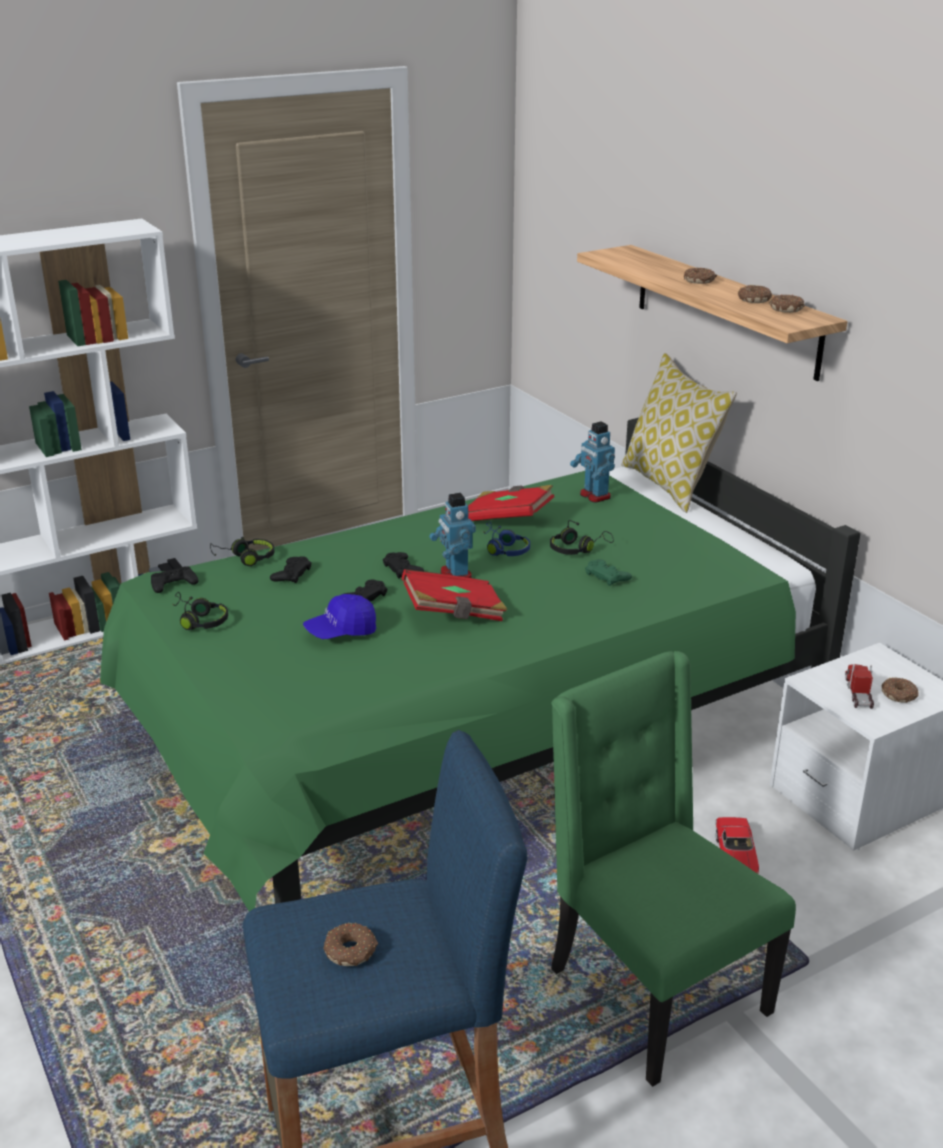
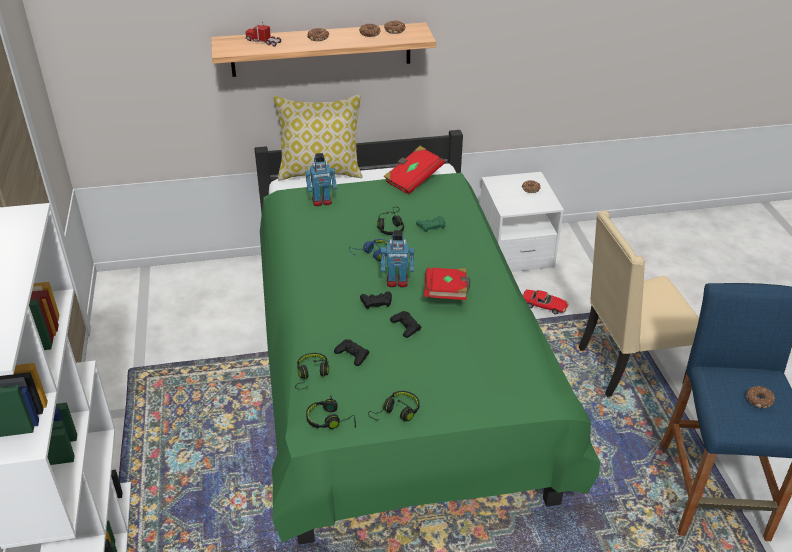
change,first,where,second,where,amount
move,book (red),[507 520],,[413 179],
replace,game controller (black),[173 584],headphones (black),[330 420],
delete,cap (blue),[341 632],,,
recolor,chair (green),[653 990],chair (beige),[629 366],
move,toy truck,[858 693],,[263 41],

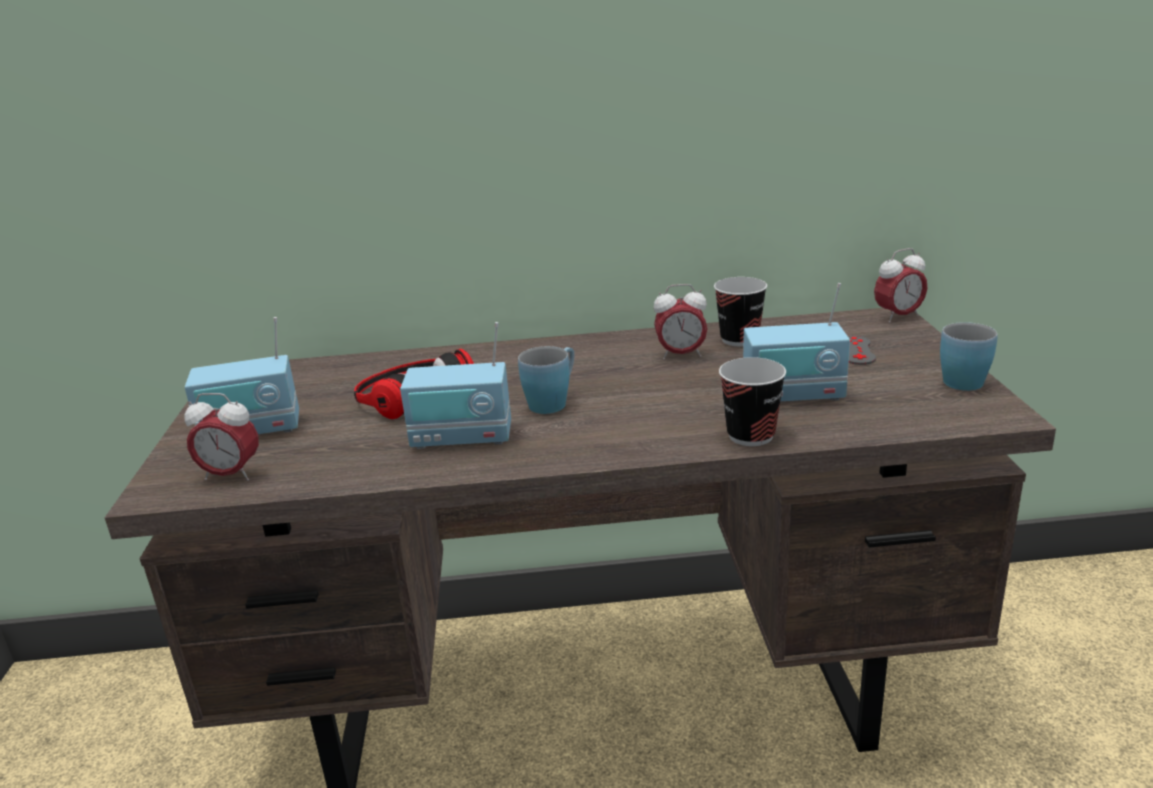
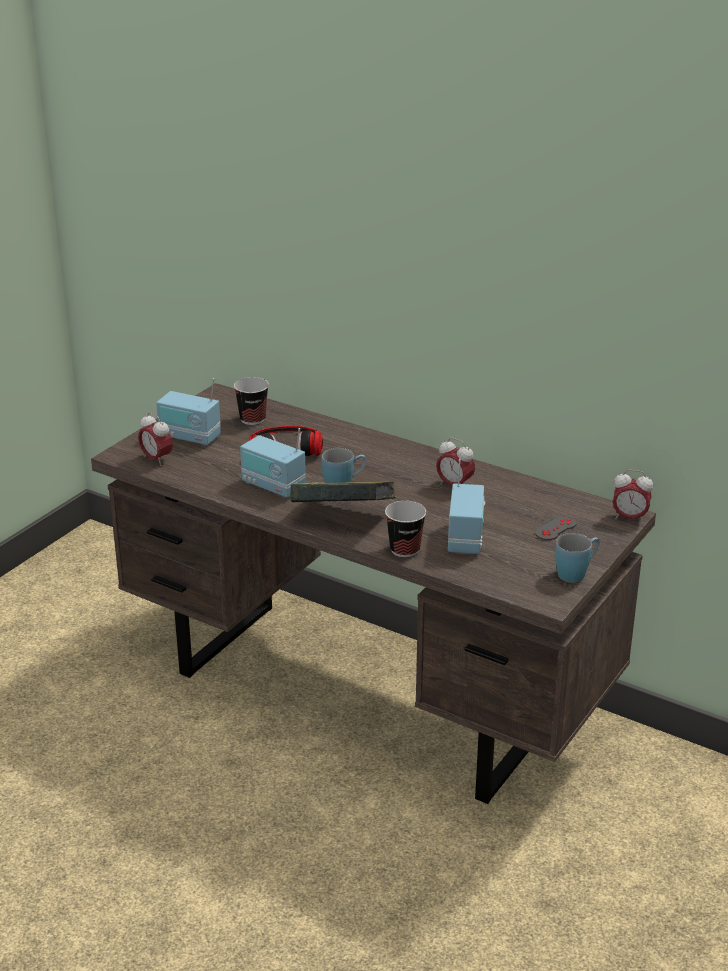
change,first,where,second,where,amount
move,cup,[739 339],,[252 419],
rotate,radio,[793 396],,[466 539],120 degrees counterclockwise
insert,,,book,[343 517],

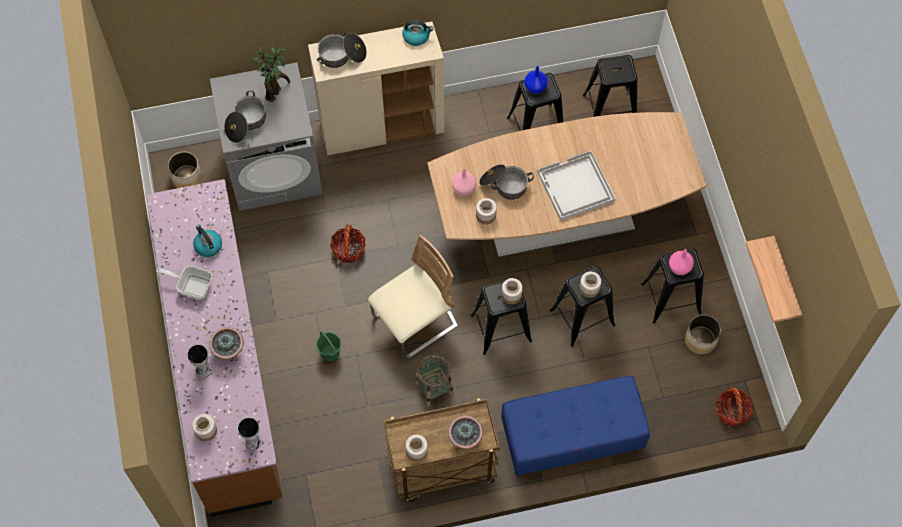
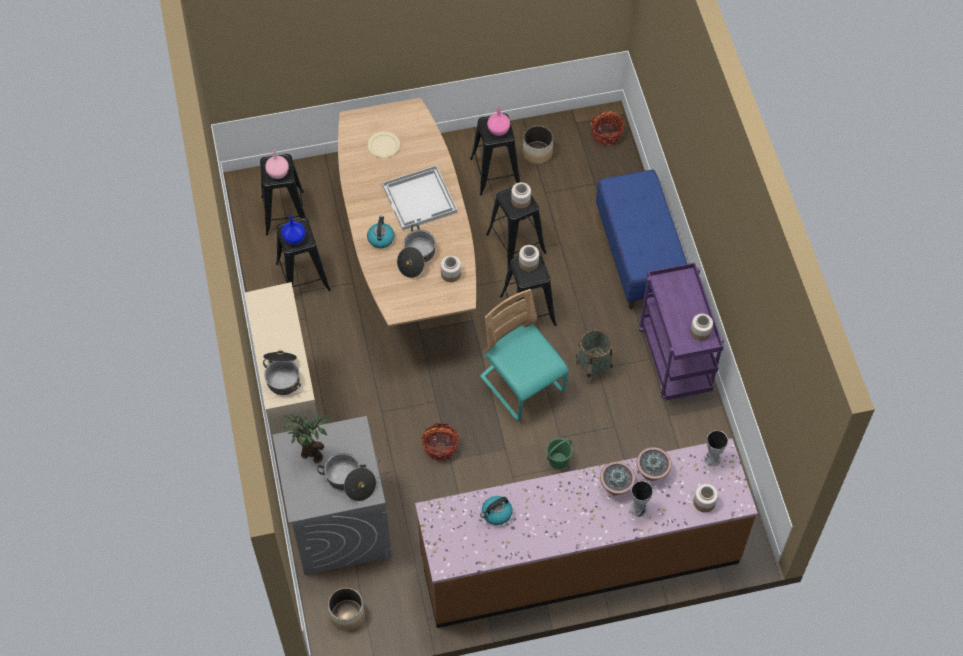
change,first,where,second,where,amount
move,kettle,[416 36],,[380 238],
move,vase (pink),[463 188],,[277 173],
recolor,chair (beige),[415 322],chair (turquoise),[522 385],
delete,shelf,[784 281],,,
delete,frying pan,[191 285],,,
recolor,cart (brown),[441 470],cart (purple),[675 361],
move,potted plant,[465 438],,[652 472],
insert,,,plate (beige),[383 145],

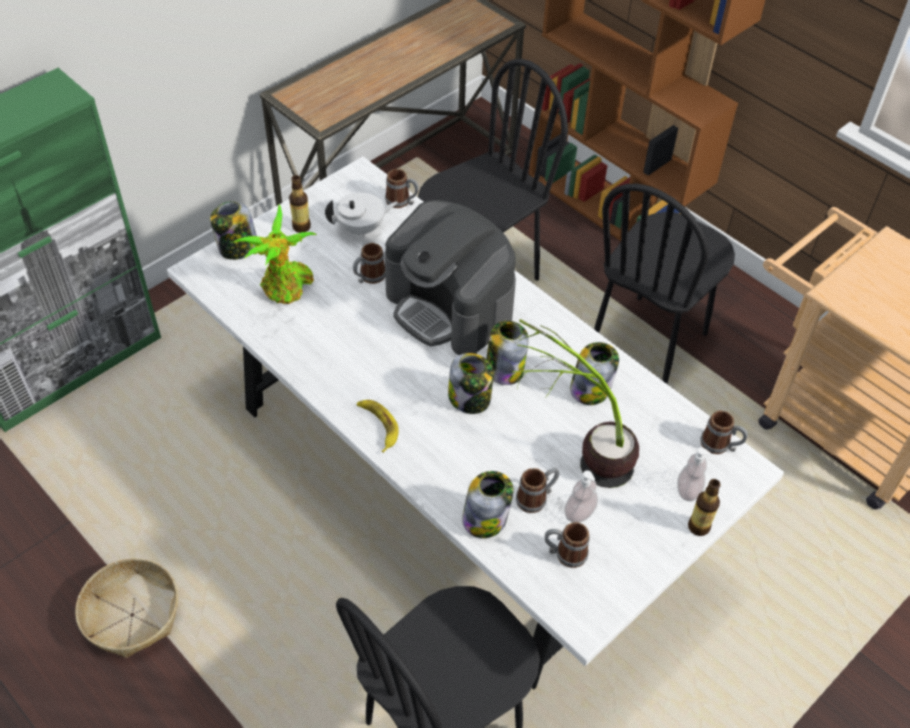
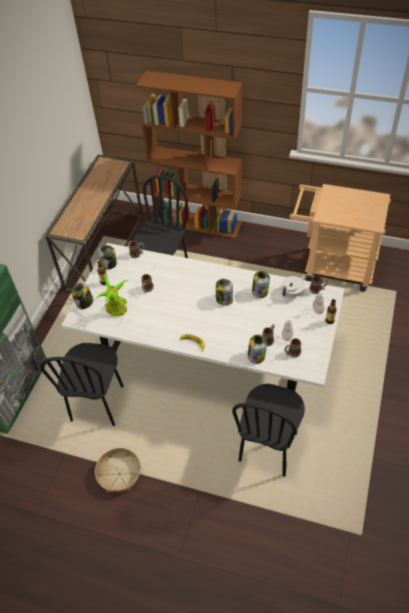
change,first,where,second,where,amount
move,chair (black),[649 340],,[98 403],
move,teapot (white),[361 228],,[292 292],
delete,coffee machine,[450 307],,,
delete,potted plant,[575 456],,,
move,jar,[470 398],,[108 264],

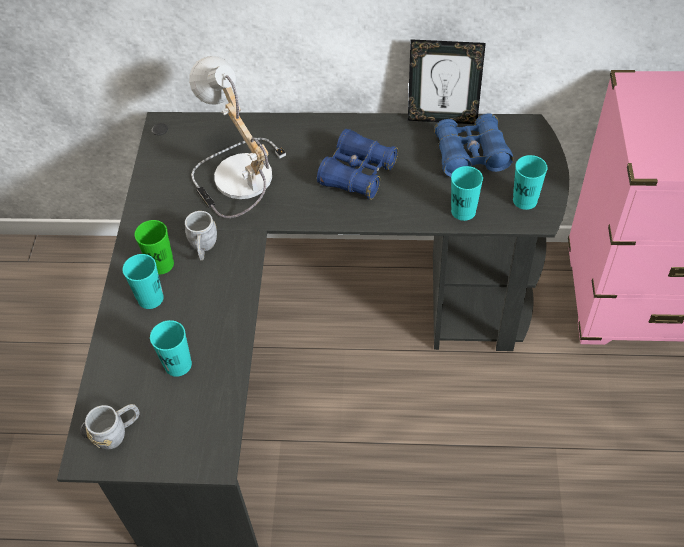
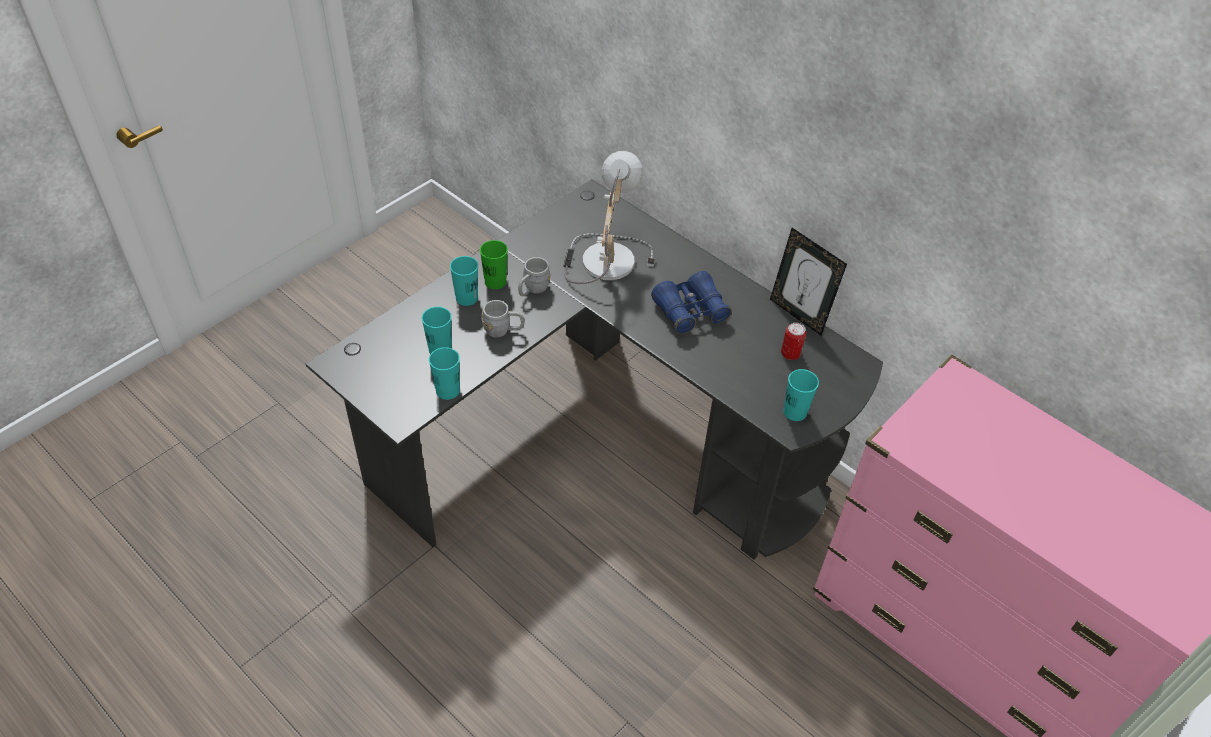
change,first,where,second,where,amount
replace,binoculars (blue),[471 155],can,[790 354],
move,cup (turquoise),[463 211],,[447 390],
move,mug (grey),[118 432],,[503 330],

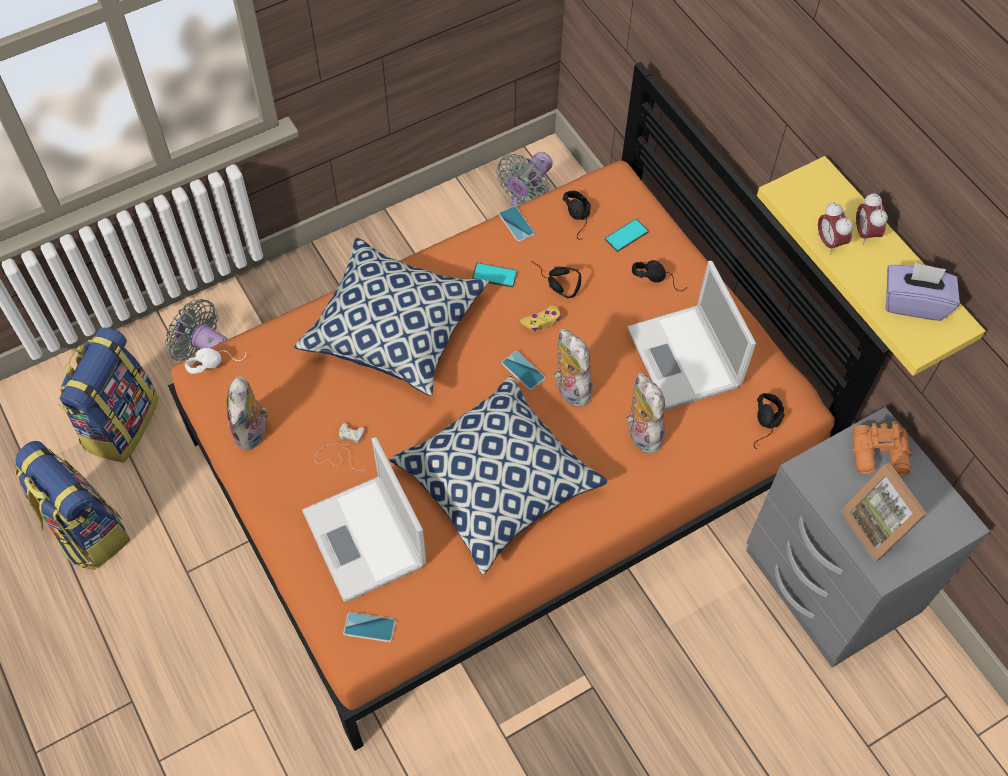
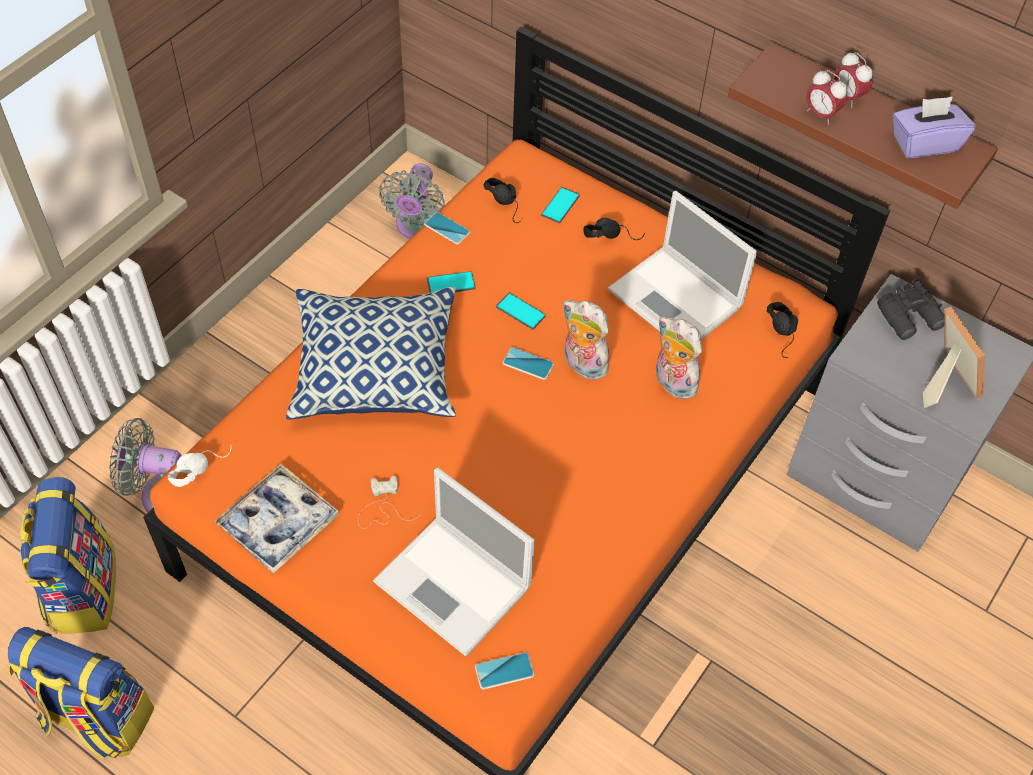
change,first,where,second,where,amount
recolor,shelf (yellow),[890 263],shelf (brown),[871 123],
delete,headphones (black),[553 283],,,
replace,game controller (yellow),[541 321],phone,[520 311],
replace,plush toy,[253 433],tray,[278 524],
delete,pillow,[497 484],,,
recolor,binoculars (orange),[880 456],binoculars (black),[911 318],
rotate,picture frame,[878 526],,[944 381],150 degrees counterclockwise

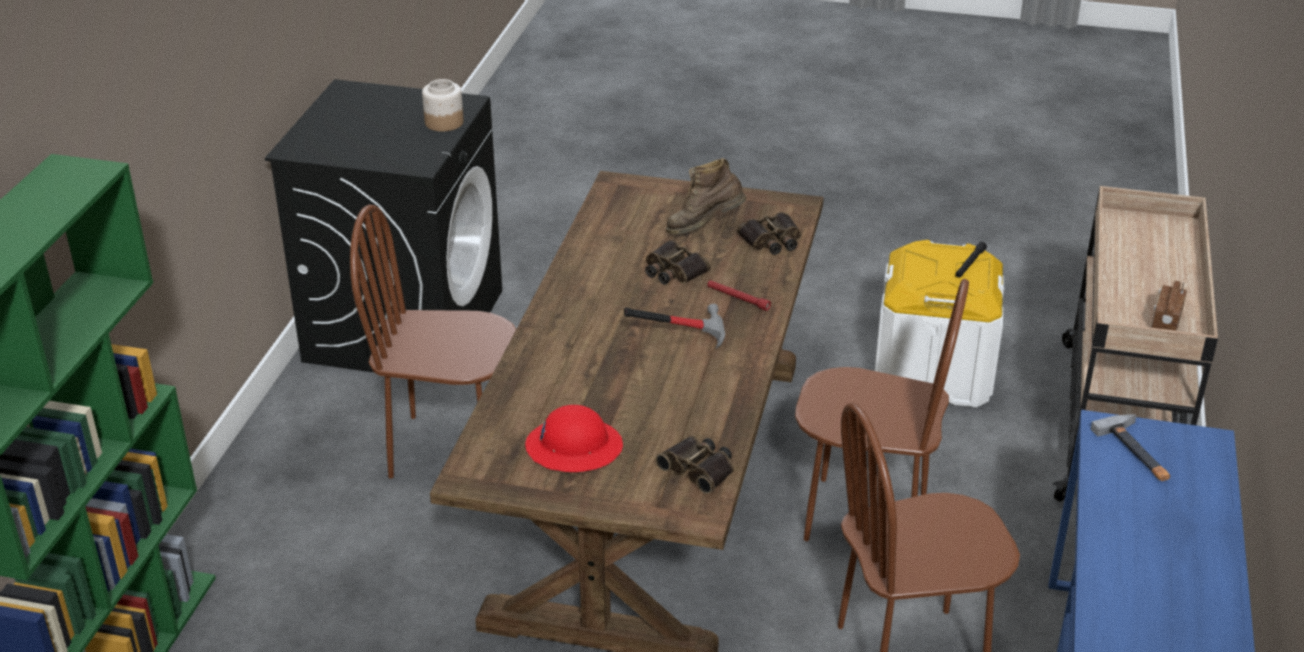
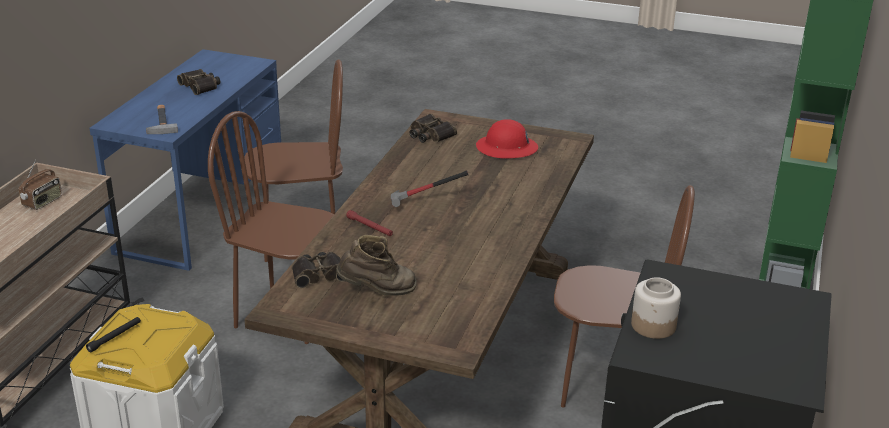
change,first,where,second,where,amount
move,binoculars,[673 270],,[201 86],

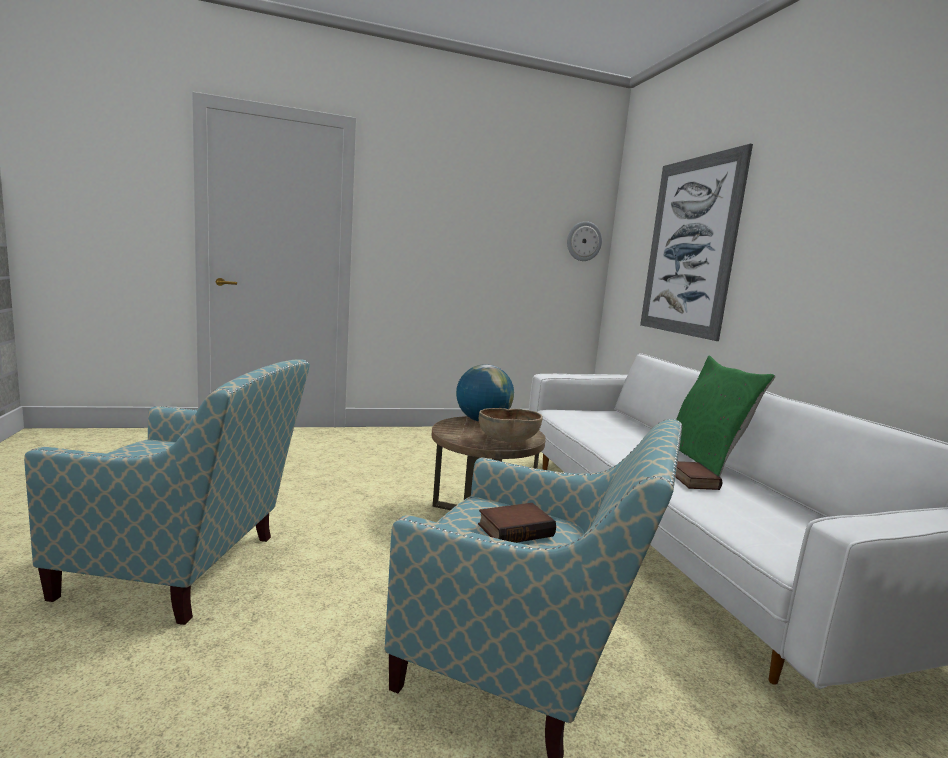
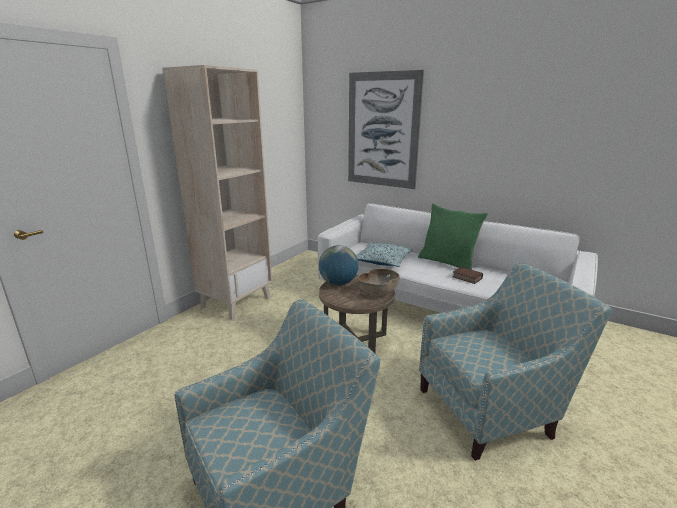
change,first,where,second,where,amount
delete,wall clock,[583 241],,,
delete,book,[515 529],,,
insert,,,bookcase (beige),[236 302],
insert,,,pillow,[382 261],

